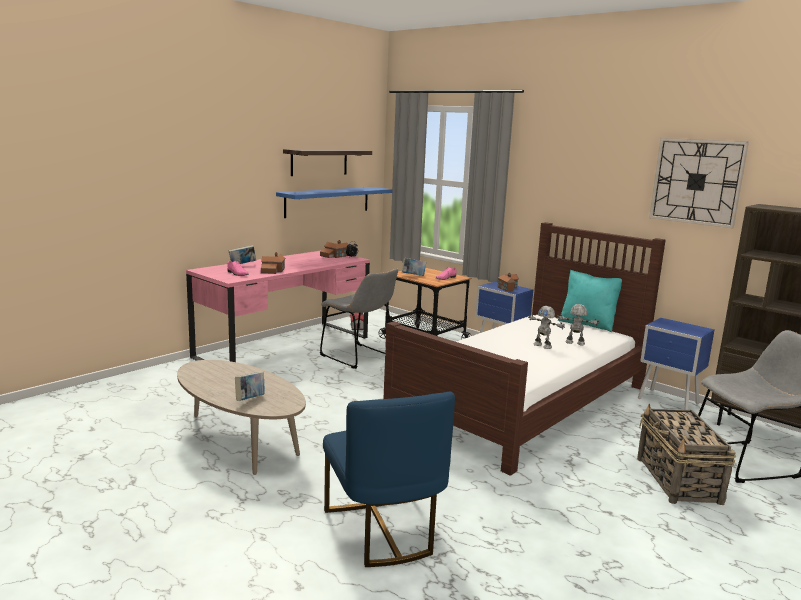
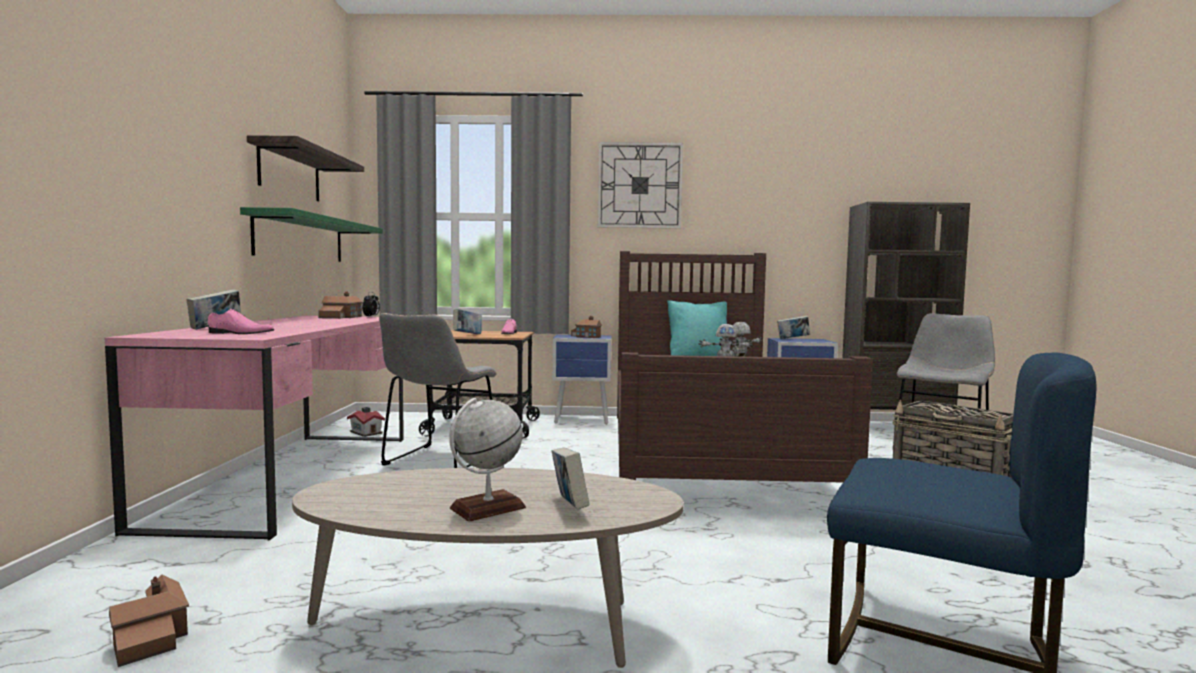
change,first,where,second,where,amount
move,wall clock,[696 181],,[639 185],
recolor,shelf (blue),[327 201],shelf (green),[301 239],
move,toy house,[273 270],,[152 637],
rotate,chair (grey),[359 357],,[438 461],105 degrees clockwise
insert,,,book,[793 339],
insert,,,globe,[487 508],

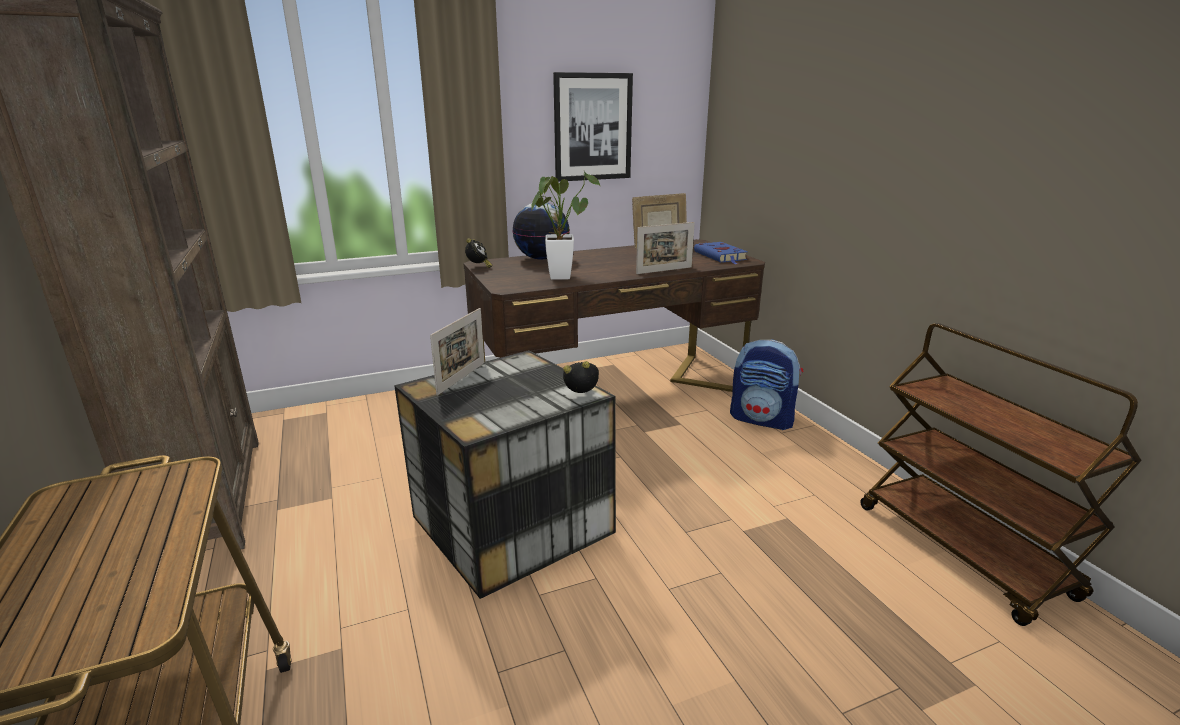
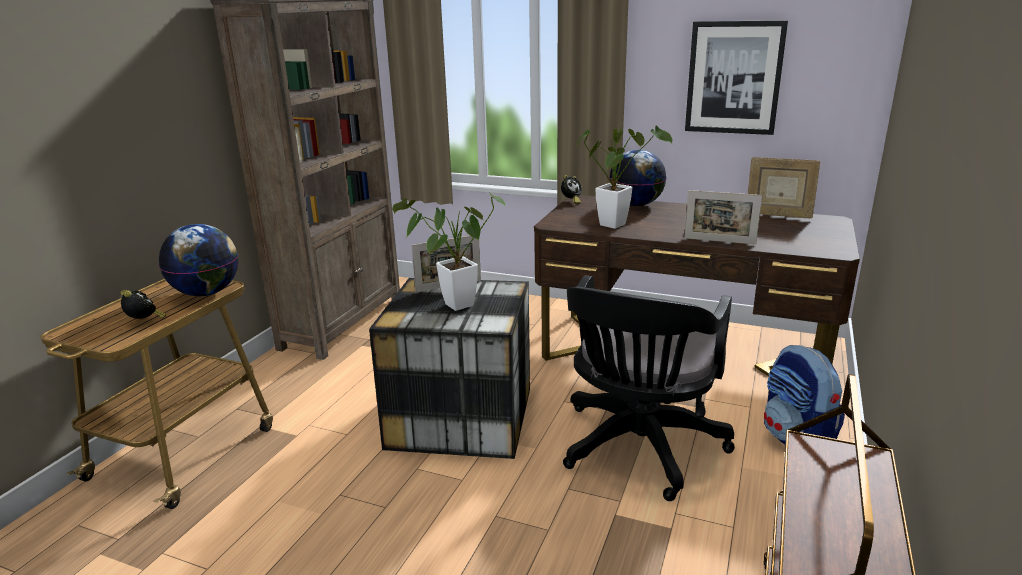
change,first,where,second,where,amount
delete,book (blue),[721 256],,,
move,alarm clock,[582 396],,[145 322],
insert,,,potted plant,[452 306],
insert,,,globe,[207 293],
insert,,,office chair (black),[638 449],

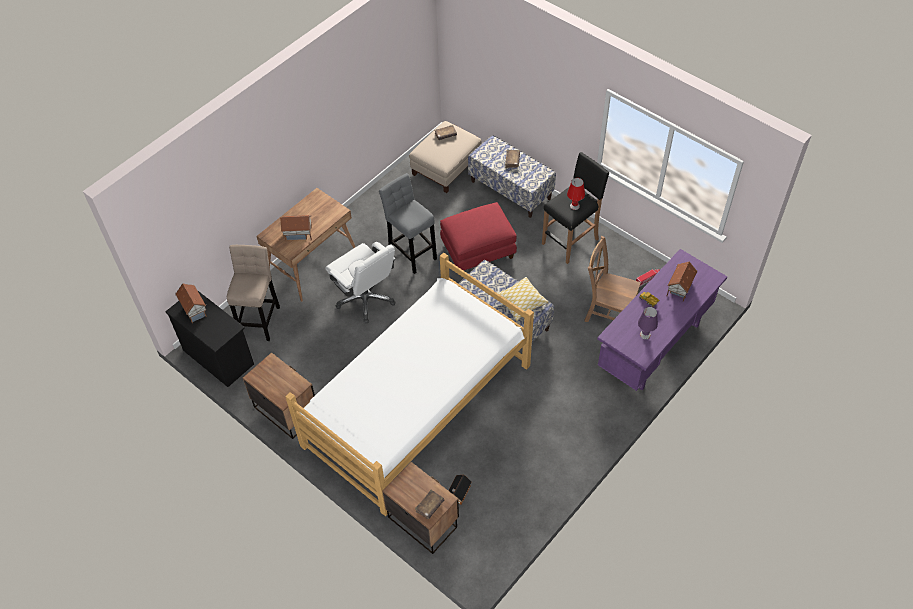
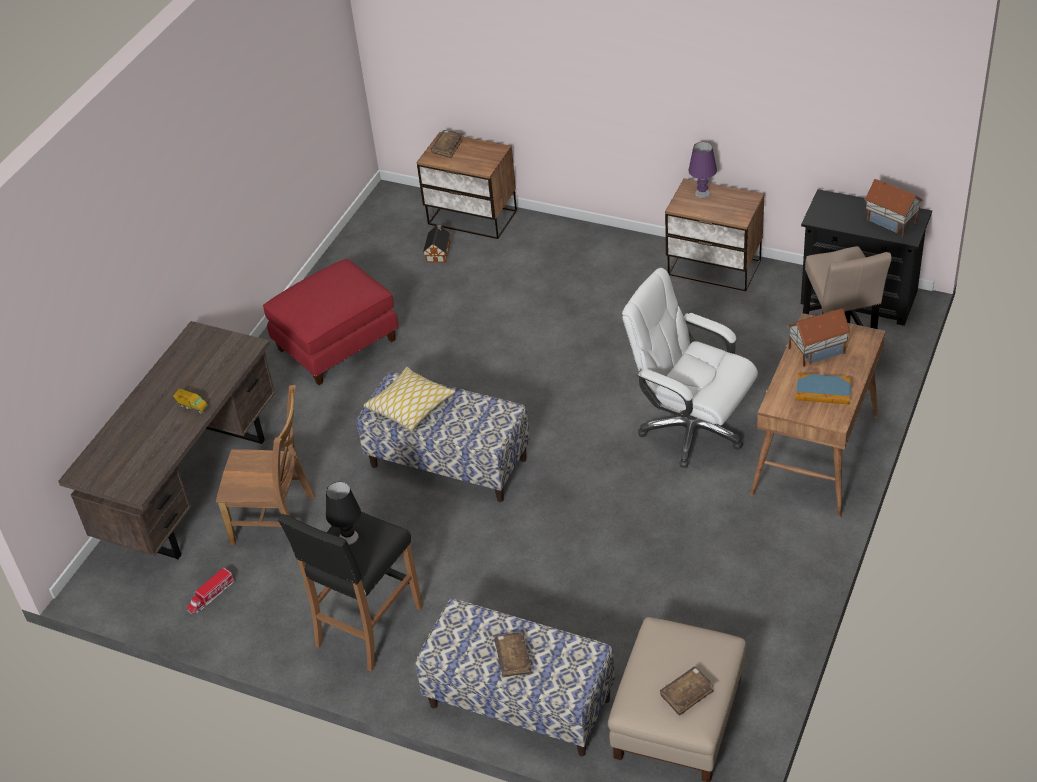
change,first,where,second,where,amount
delete,stool (grey),[411 252],,,
recolor,table lamp (red),[574 206],table lamp (black),[348 537],
move,ottoman (red),[478 250],,[337 345],
recolor,desk (purple),[654 347],desk (brown),[193 488],
delete,bed,[417 405],,,
delete,toy house,[679 289],,,
move,table lamp (purple),[645 334],,[702 193],
insert,,,book,[823 391],

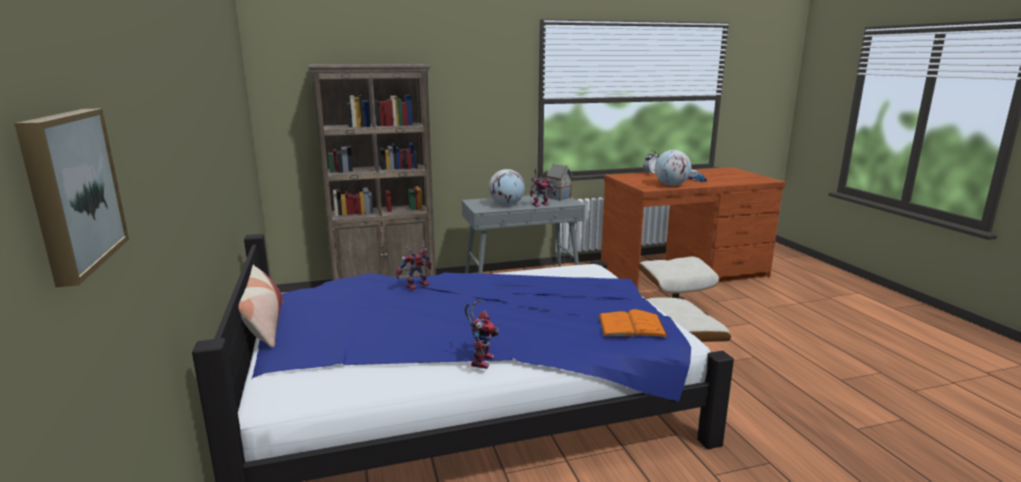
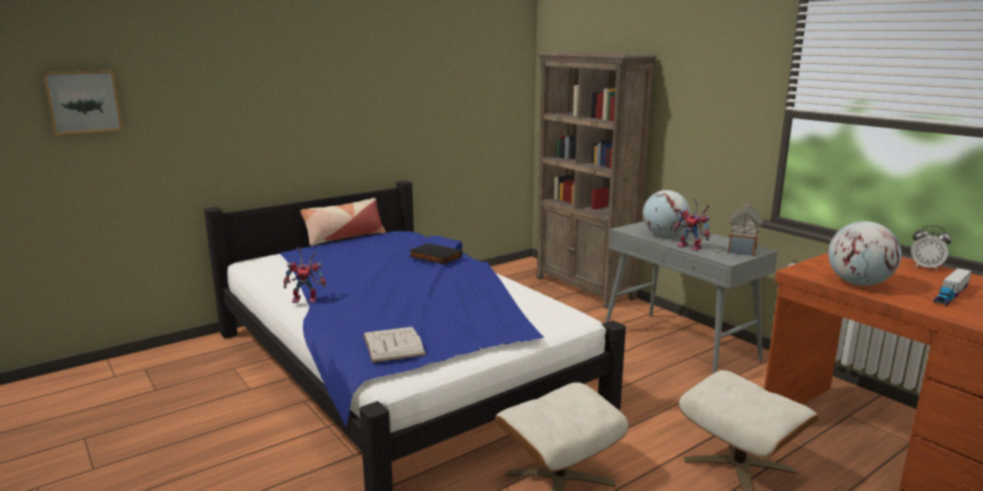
change,first,where,second,where,amount
replace,toy robot,[416 287],book (black),[434 257],
recolor,book (orange),[631 326],book (white),[393 344],

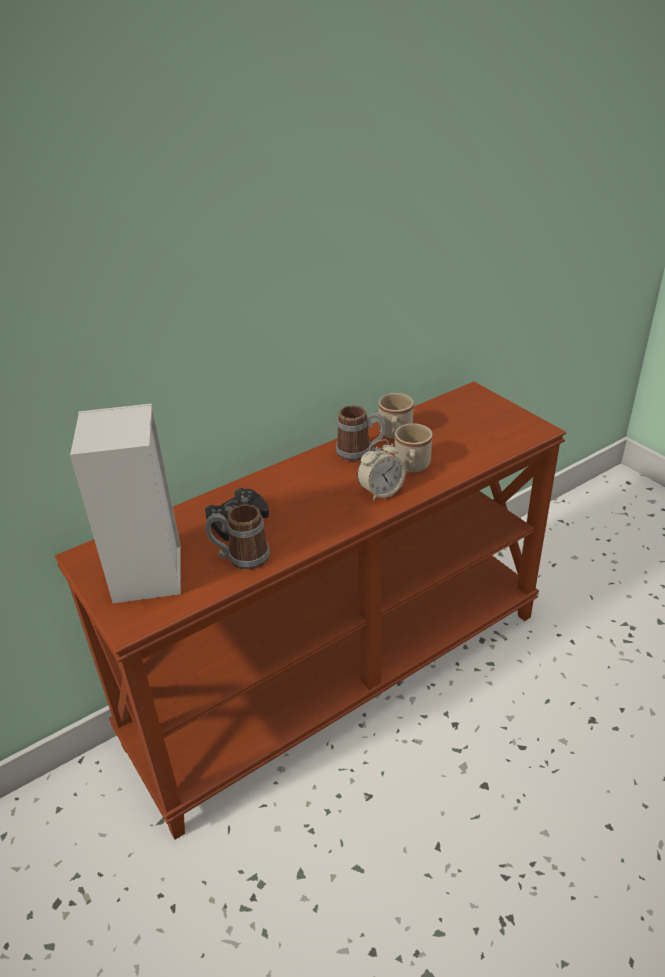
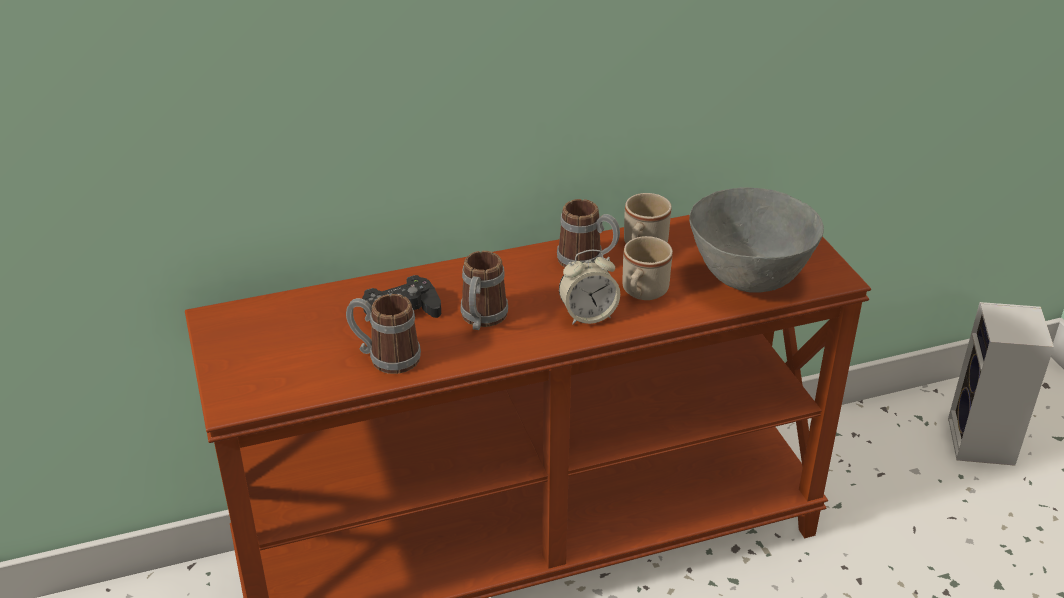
change,first,where,second,where,amount
move,speaker,[149 576],,[983 443],
insert,,,bowl (grey),[749 279],
insert,,,mug,[481 319],

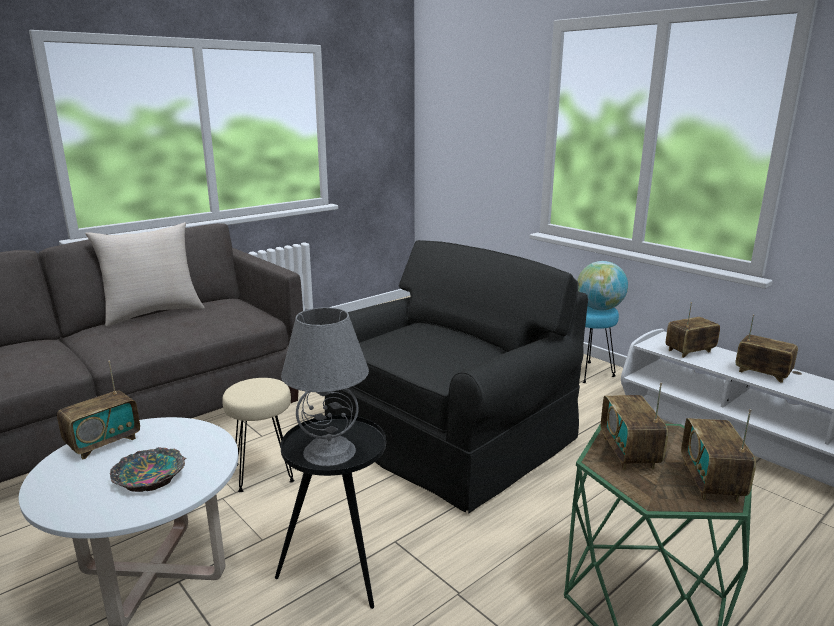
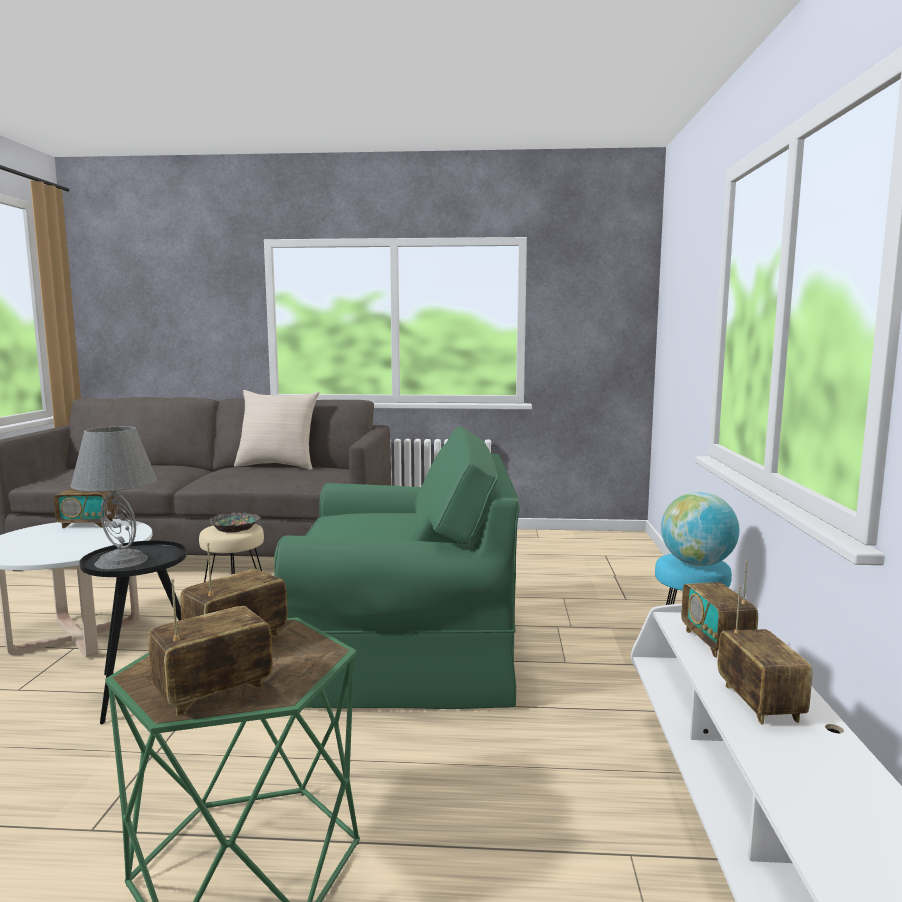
change,first,where,second,where,amount
recolor,armchair (black),[448 436],armchair (green),[405 649],
rotate,radio,[690 351],,[716 642],120 degrees counterclockwise
move,bowl,[151 476],,[236 527],

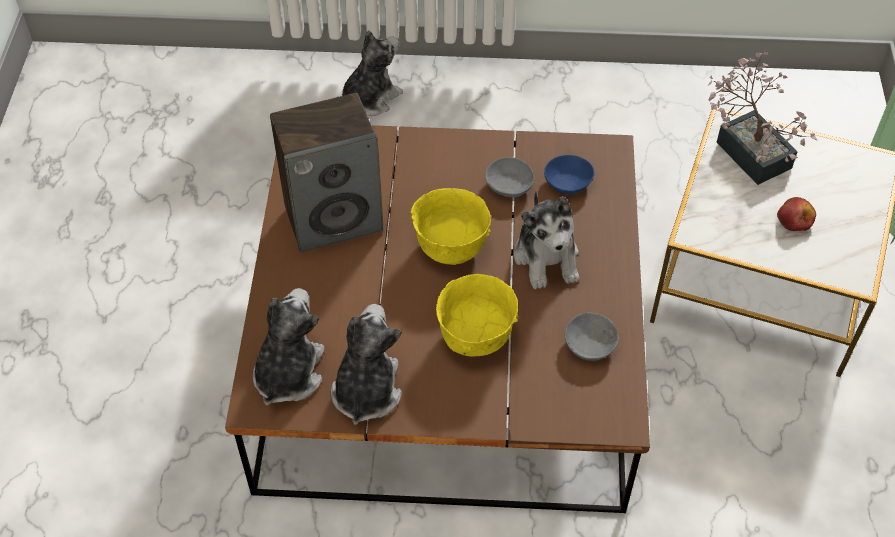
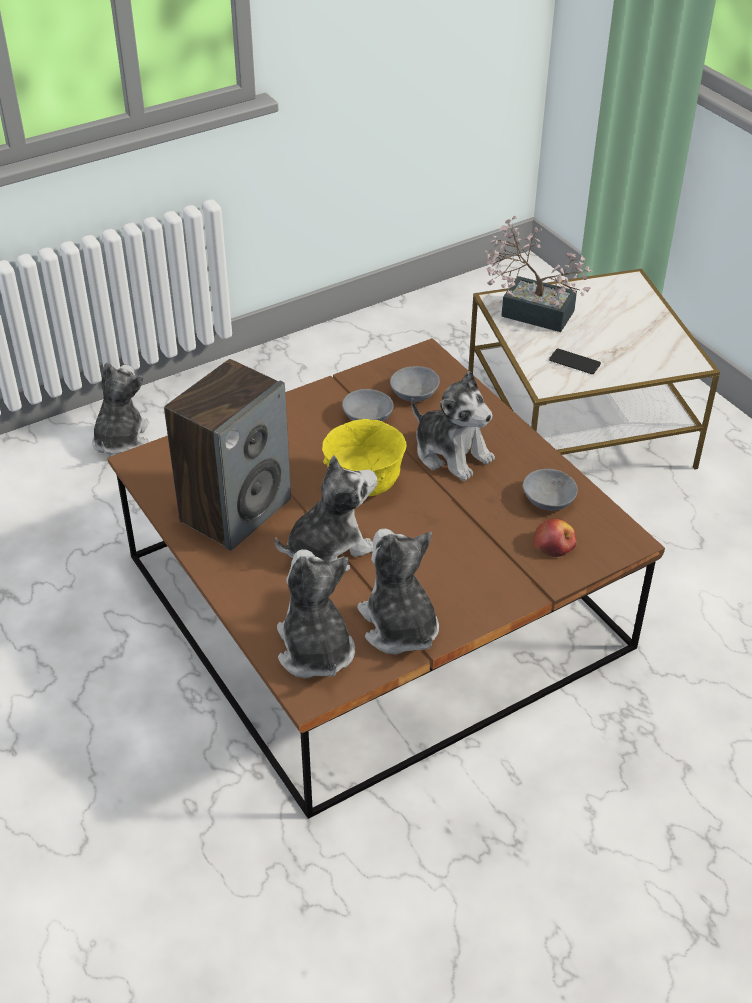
change,first,where,second,where,amount
recolor,bowl (blue),[568 181],bowl (grey),[414 392],
move,apple,[795 220],,[554 545],
delete,bowl (yellow),[475 338],,,
insert,,,phone,[574 362],
insert,,,plush toy,[329 549],

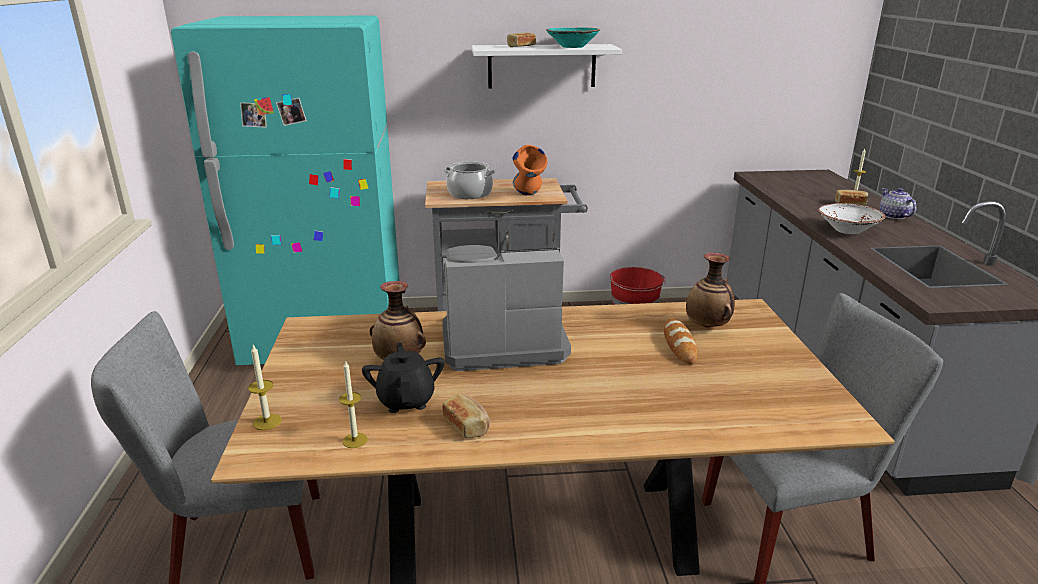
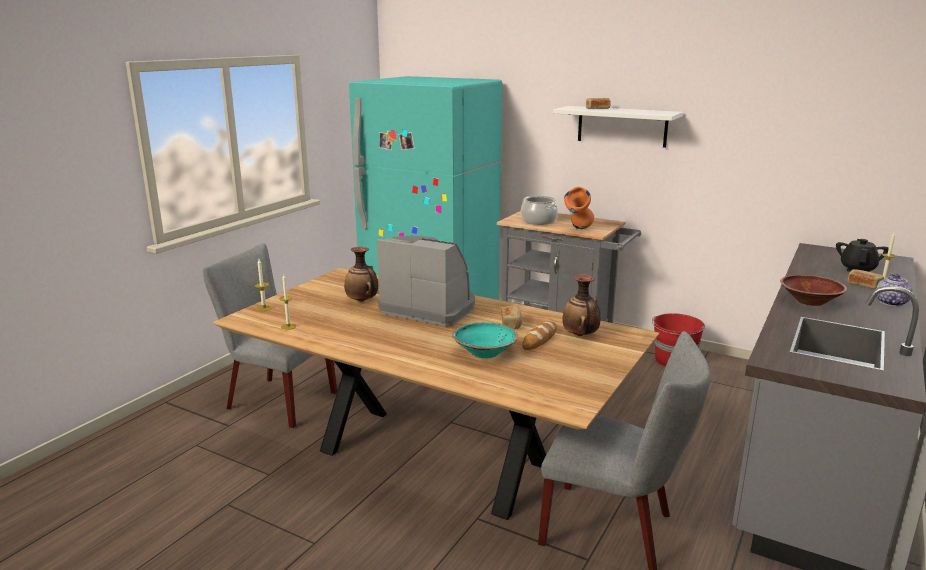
change,first,where,second,where,amount
move,bowl (turquoise),[572 47],,[485 353],
recolor,bowl (white),[848 230],bowl (brown),[810 301],
move,teapot (black),[406 400],,[857 269],
move,bread,[467 425],,[511 324],

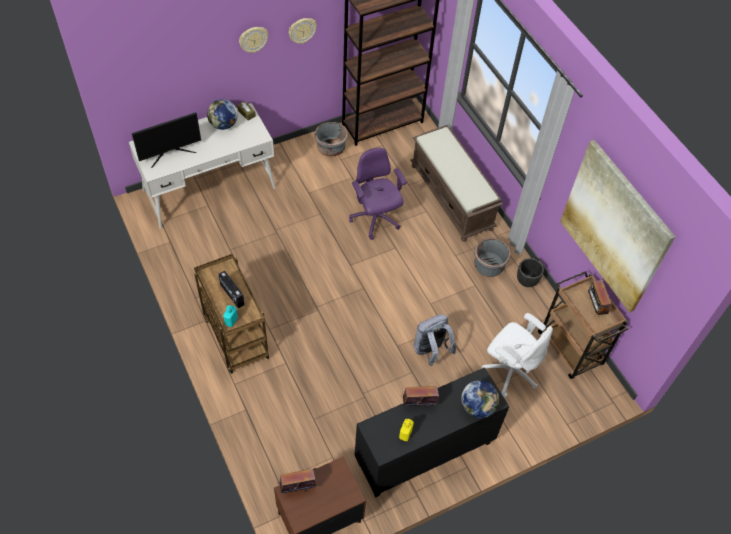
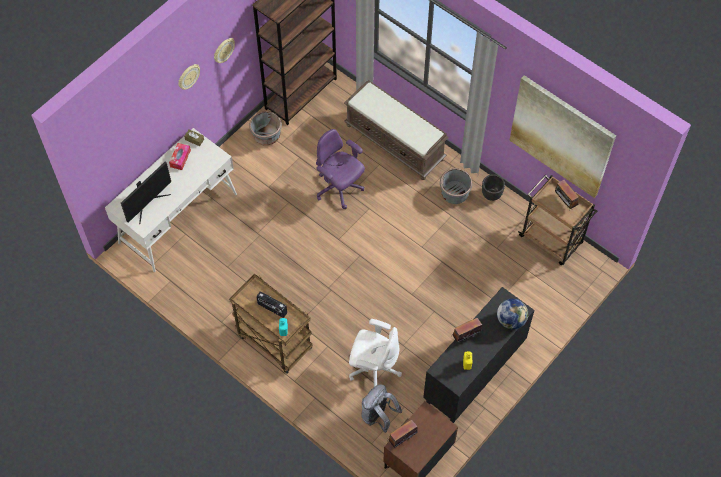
change,first,where,second,where,amount
replace,globe,[223 125],tissue box,[180 158],
move,office chair (white),[509 371],,[374 369],
move,backpack (grey),[431 351],,[378 416],

